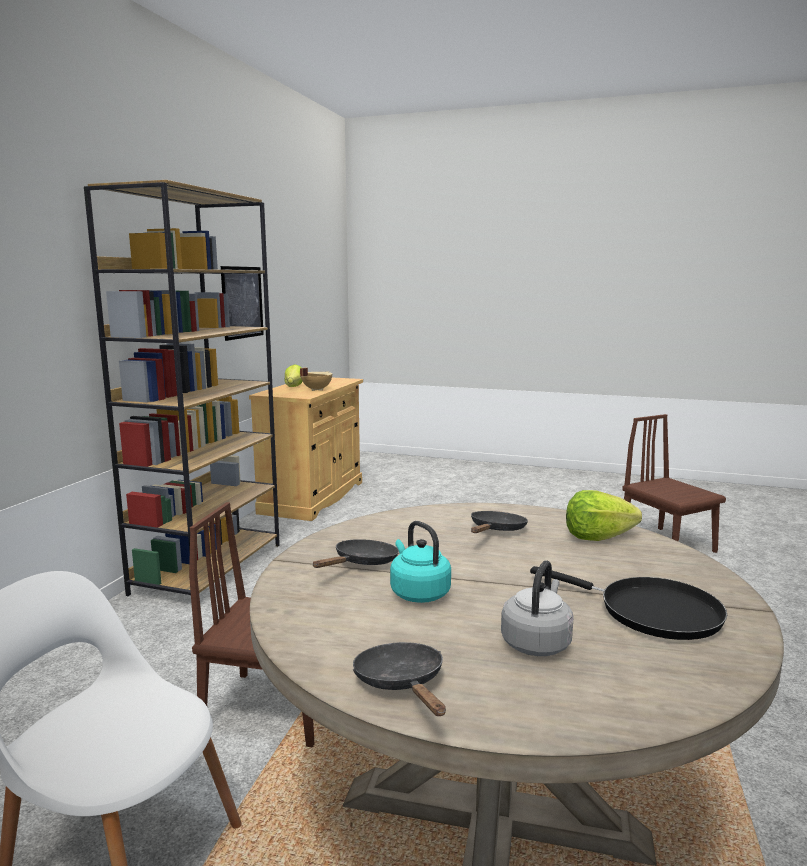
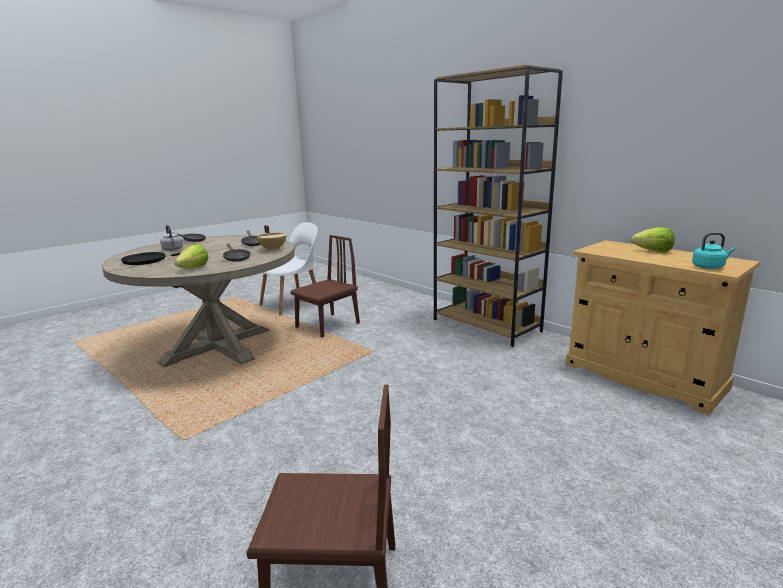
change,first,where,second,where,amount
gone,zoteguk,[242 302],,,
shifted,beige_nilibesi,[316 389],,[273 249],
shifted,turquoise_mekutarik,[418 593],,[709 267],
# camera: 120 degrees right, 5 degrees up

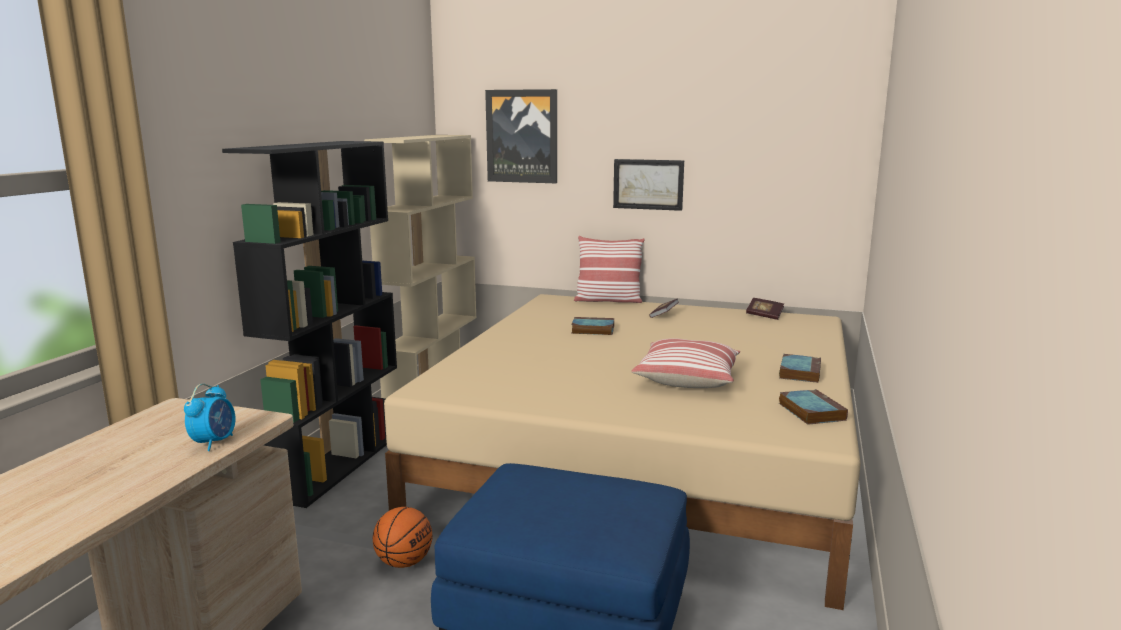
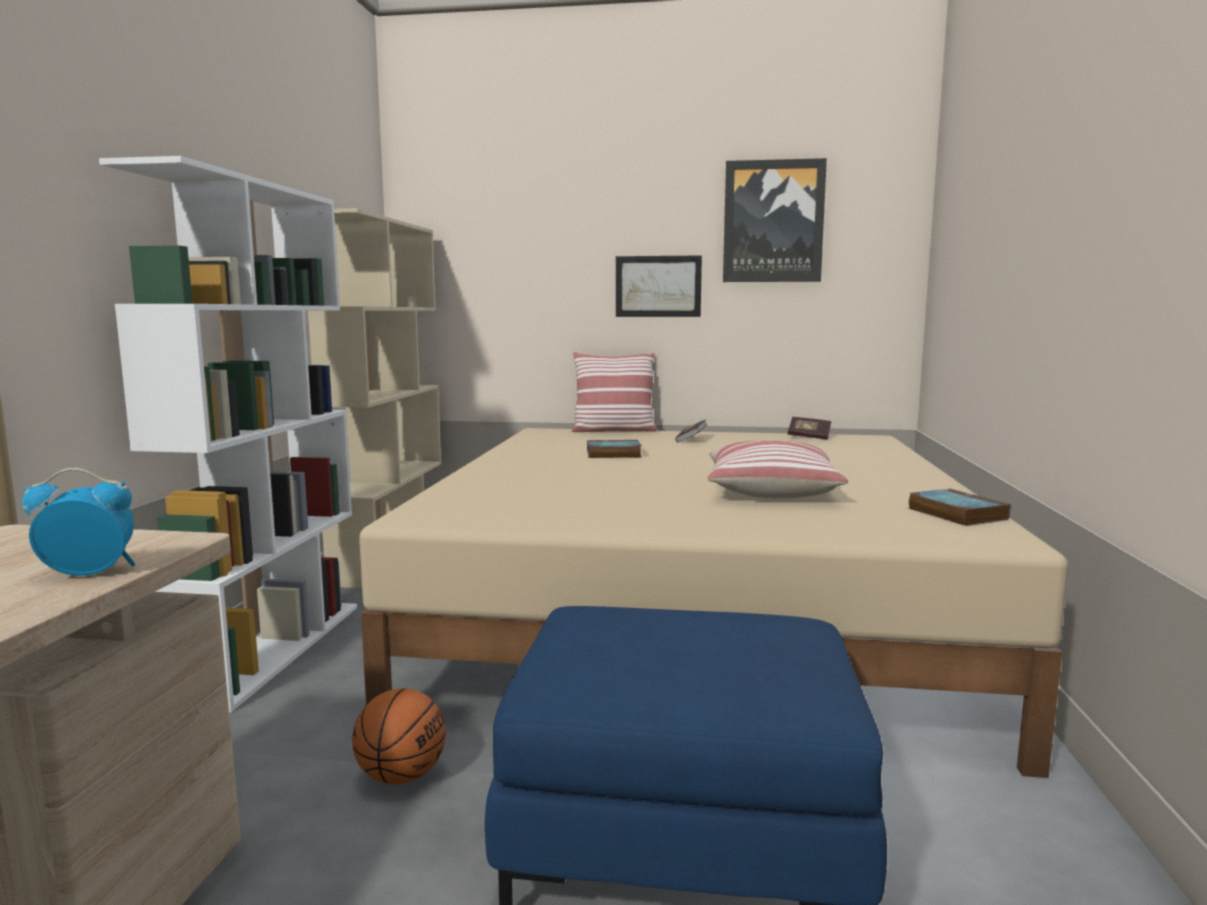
change,first,where,second,where,amount
gone,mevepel,[799 372],,,
shifted,zoteguk,[522 136],,[773 222],
repainted,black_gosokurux,[337 463],white_gosokurux,[271 649],
rotated,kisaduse,[214 442],,[90 573],105 degrees counterclockwise
# camera: 10 degrees left, 5 degrees down

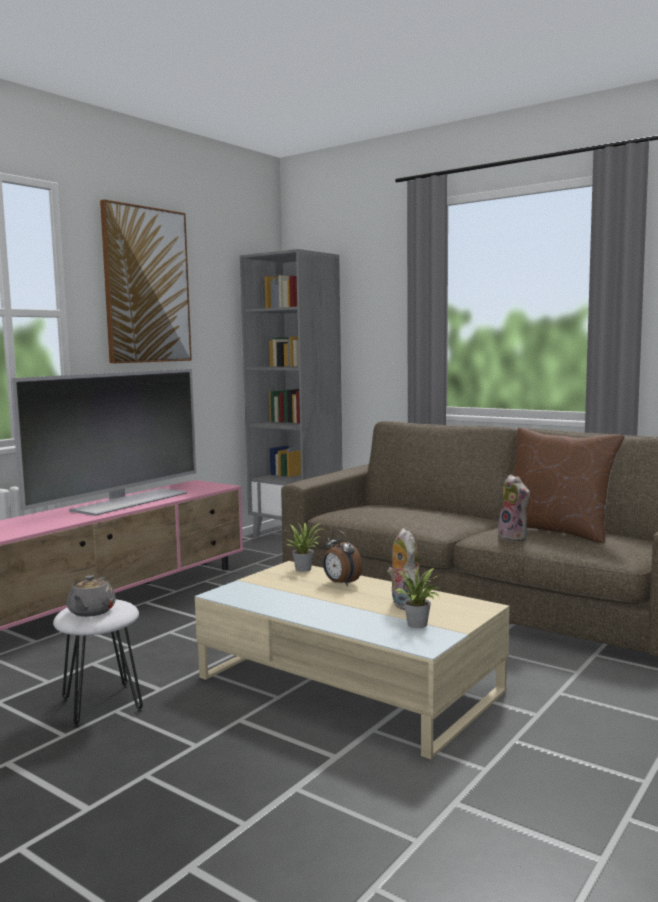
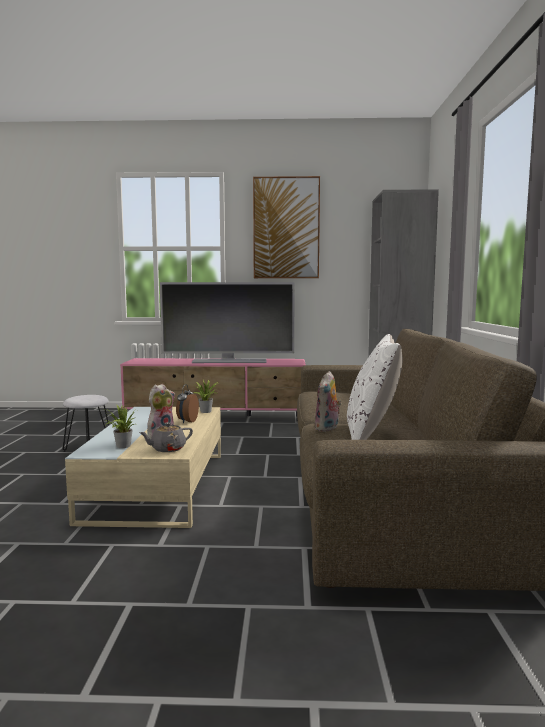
change,first,where,second,where,amount
shifted,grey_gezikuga,[91 612],,[167 449],
repainted,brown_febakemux,[557 530],white_febakemux,[372 434],
# camera: 55 degrees right, 0 degrees up

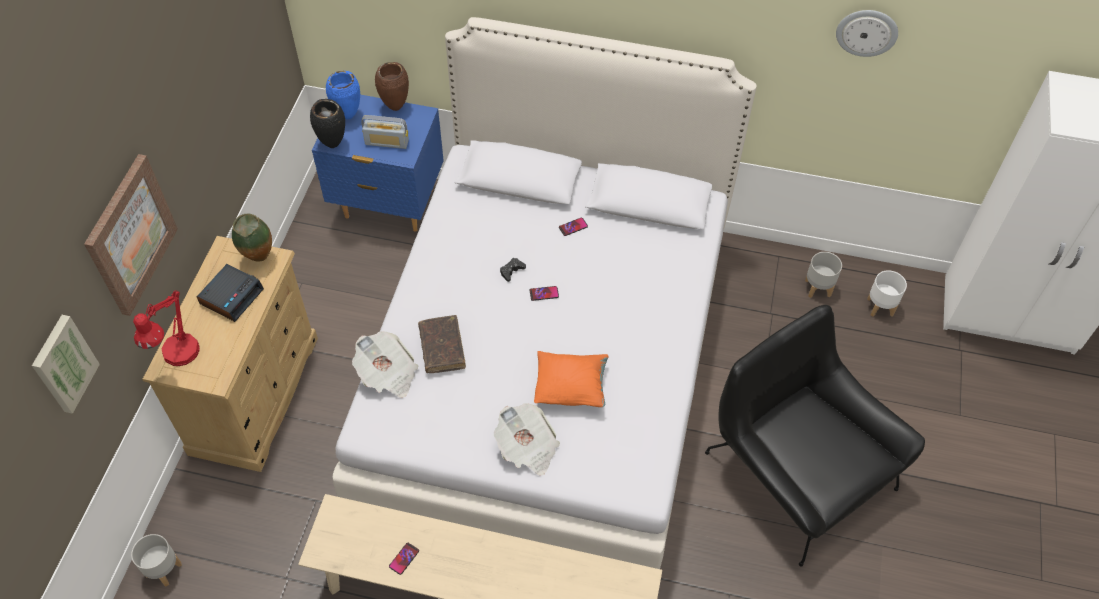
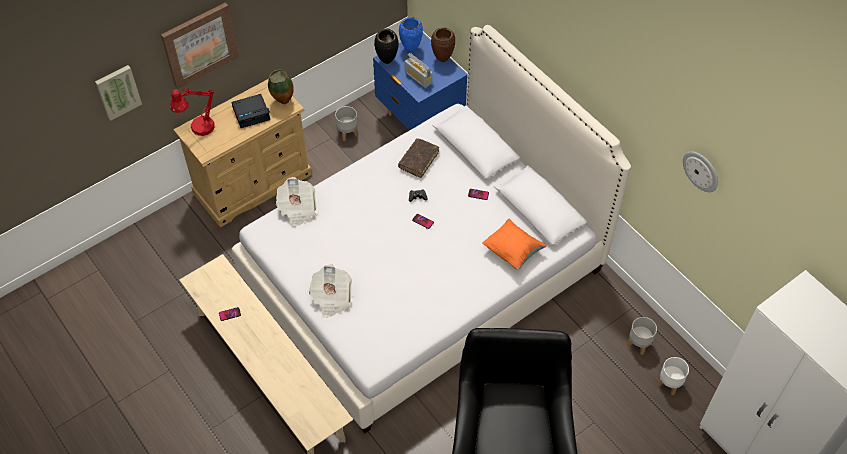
change,first,where,second,where,amount
shifted,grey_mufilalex,[164 569],,[348 133],
shifted,brown_mevepel,[442 348],,[418 160],
shifted,orange_febakemux,[571 388],,[513 251],
# camera: 40 degrees right, 0 degrees up

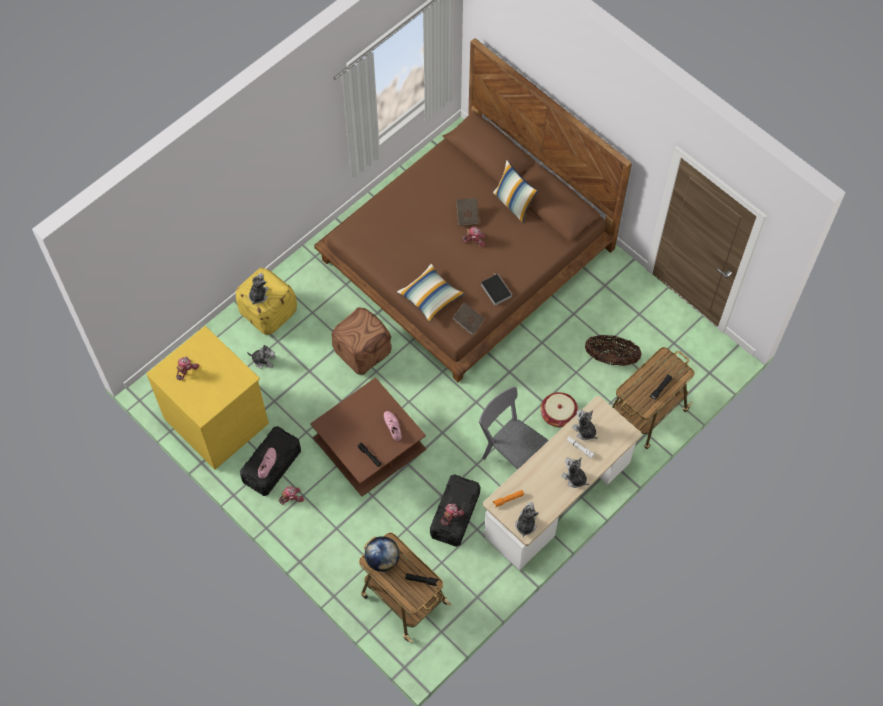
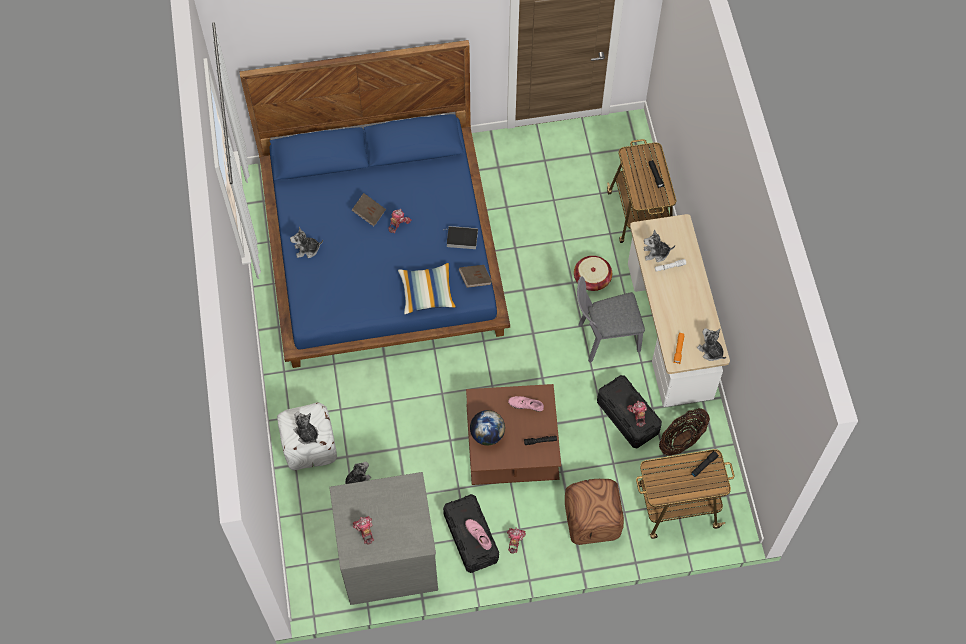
change,first,where,second,where,amount
gone,febakemux,[514 204],,,
shifted,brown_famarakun,[361 351],,[591 520],
shifted,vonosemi,[382 559],,[487 434],
shifted,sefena,[574 478],,[307 249],
shifted,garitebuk,[611 358],,[682 439],
repainted,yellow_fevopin,[217 420],grey_fevopin,[388 557],
repainted,yellow_famarakun,[268 311],white_famarakun,[309 445],
repainted,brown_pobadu,[465 254],blue_pobadu,[382 250],
# camera: 55 degrees left, 0 degrees up

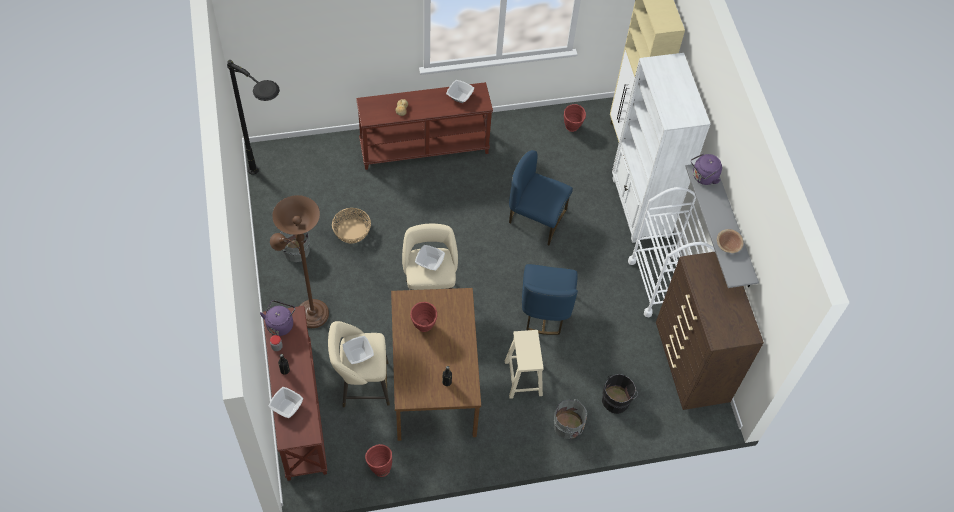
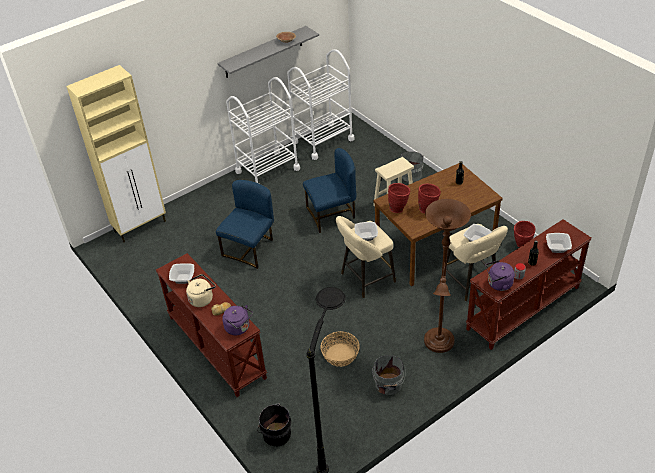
change,first,where,second,where,amount
gone,white_gosokurux,[639 208],,,
new,,,beige_mekutarik,[202 298],
shifted,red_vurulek,[572 129],,[399 208],
shifted,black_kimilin,[616 399],,[275 434],
shifted,purple_mekutarik,[703 177],,[239 328],
swapped,brown_fevopin,[690 365],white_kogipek,[323 141],
rotated,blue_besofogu,[536 219],,[250 248],150 degrees counterclockwise
# camera: 110 degrees left, 15 degrees down

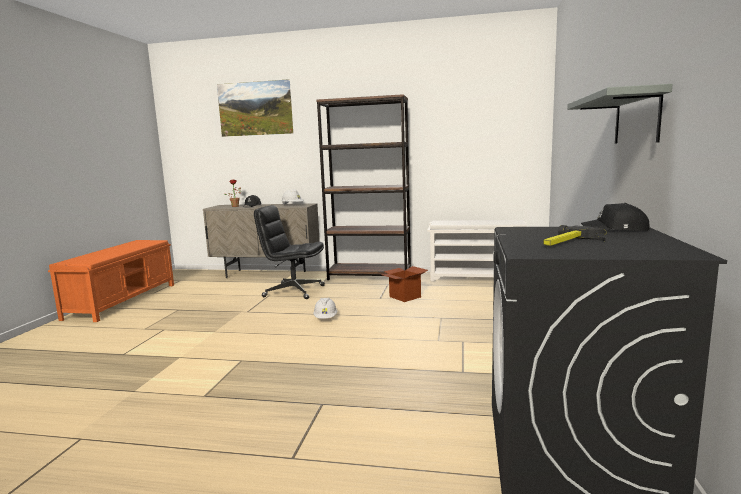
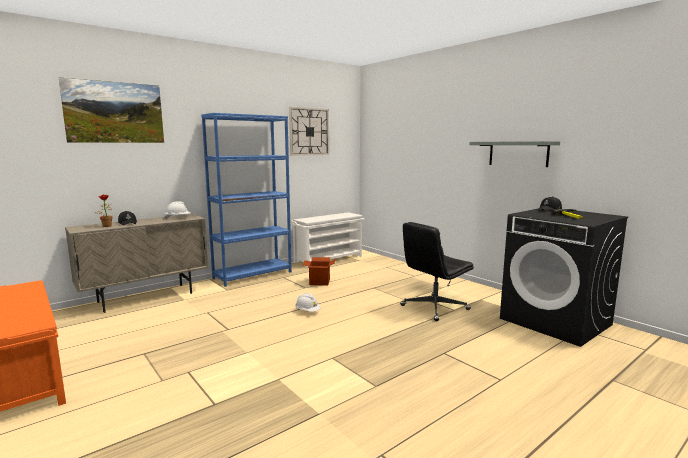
change,first,where,second,where,amount
new,,,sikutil,[309 131],
shifted,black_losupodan,[293 291],,[434 308],
repainted,brown_gosokurux,[370 276],blue_gosokurux,[253 275],
# camera: 50 degrees left, 0 degrees up

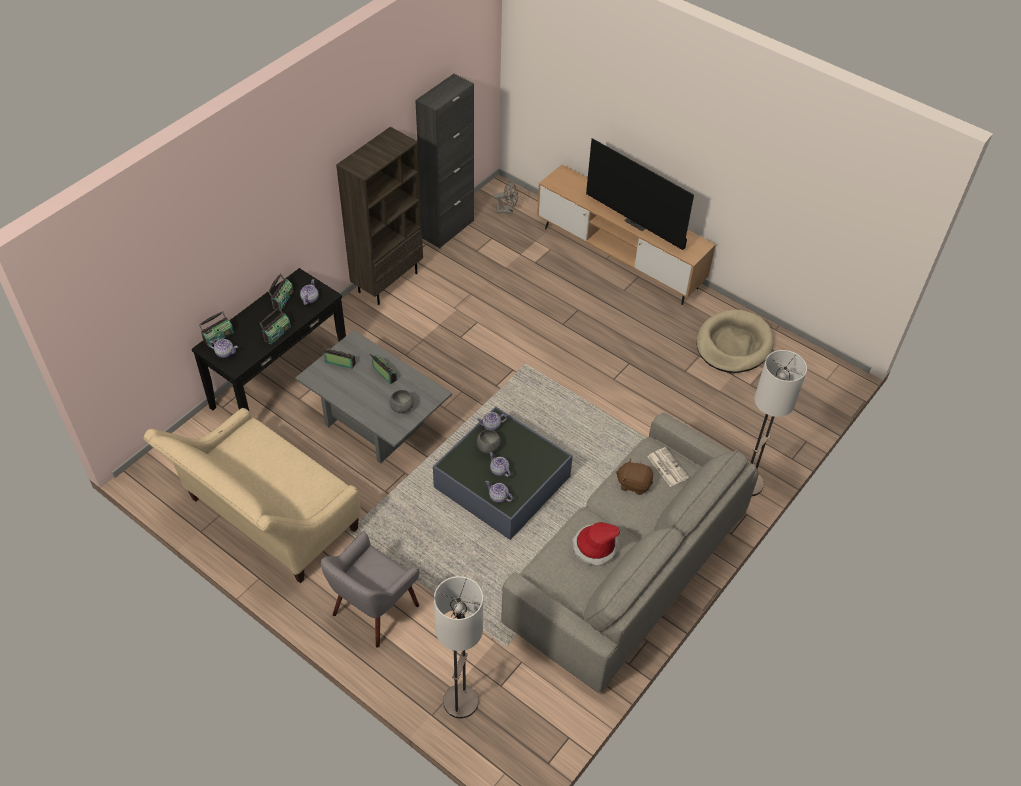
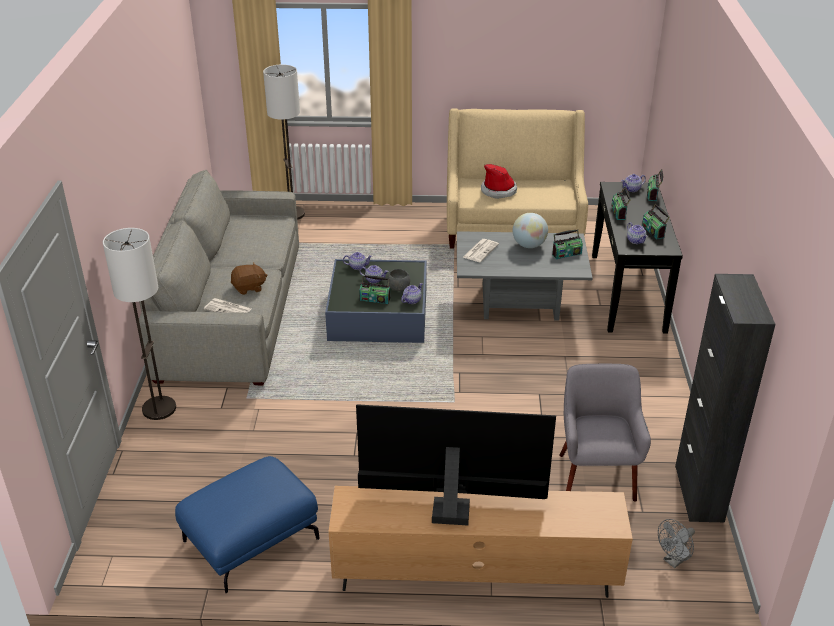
change,first,where,second,where,amount
gone,brown_gosokurux,[387 282],,,
new,,,vonosemi,[529 245],
shifted,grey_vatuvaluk,[374 610],,[595 476],
shifted,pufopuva,[384 374],,[375 299],
shifted,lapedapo,[595 547],,[498 190],
swapped,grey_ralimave,[402 408],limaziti,[480 250],
swapped,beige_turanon,[733 344],blue_famarakun,[251 538],
# camera: 145 degrees right, 15 degrees down

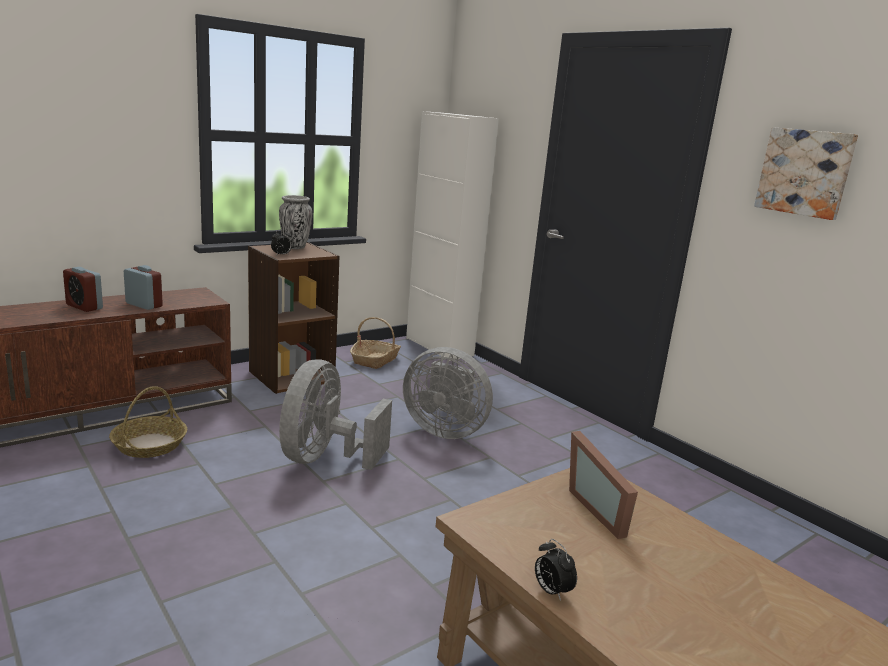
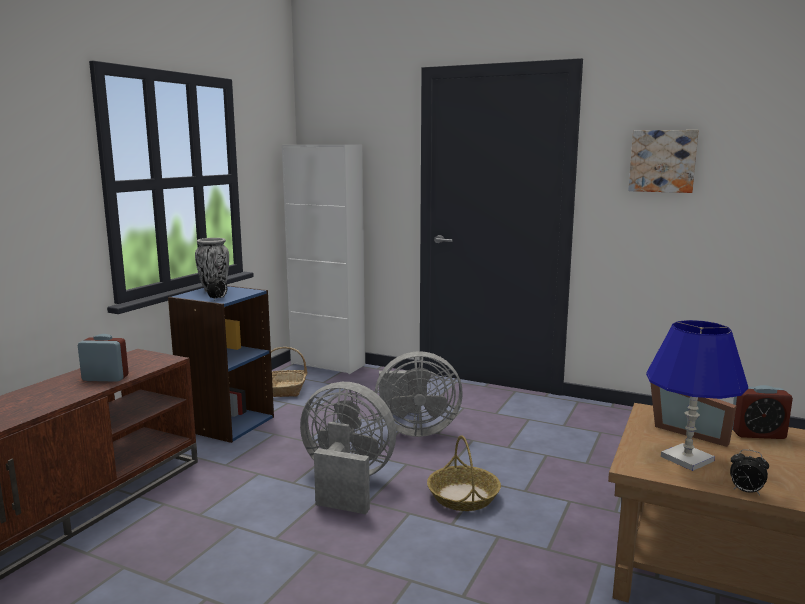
change,first,where,second,where,amount
new,,,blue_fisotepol,[687 459],
shifted,kisaduse,[84 307],,[757 434],
shifted,garitebuk,[150 444],,[463 496],
repainted,brown_gosokurux,[291 376],blue_gosokurux,[226 423],
rotated,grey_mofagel,[325 458],,[346 483],120 degrees clockwise
# camera: 25 degrees left, 5 degrees down

